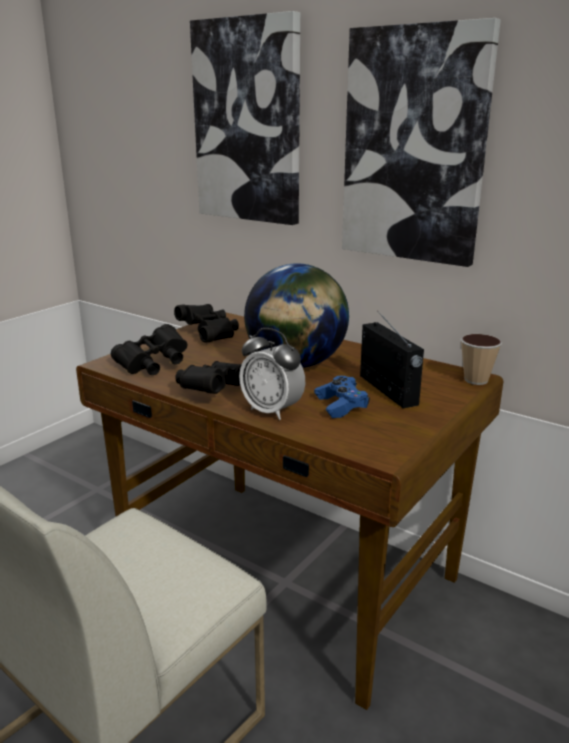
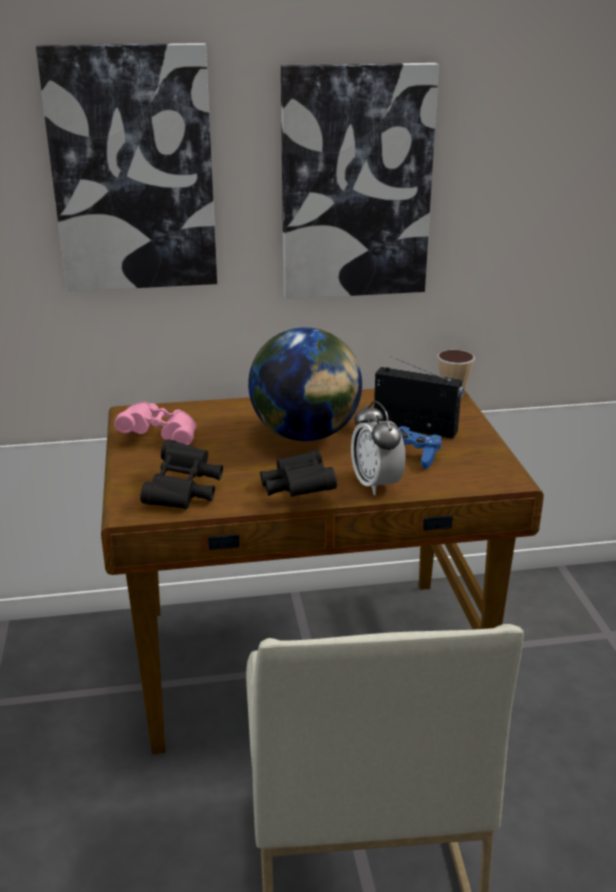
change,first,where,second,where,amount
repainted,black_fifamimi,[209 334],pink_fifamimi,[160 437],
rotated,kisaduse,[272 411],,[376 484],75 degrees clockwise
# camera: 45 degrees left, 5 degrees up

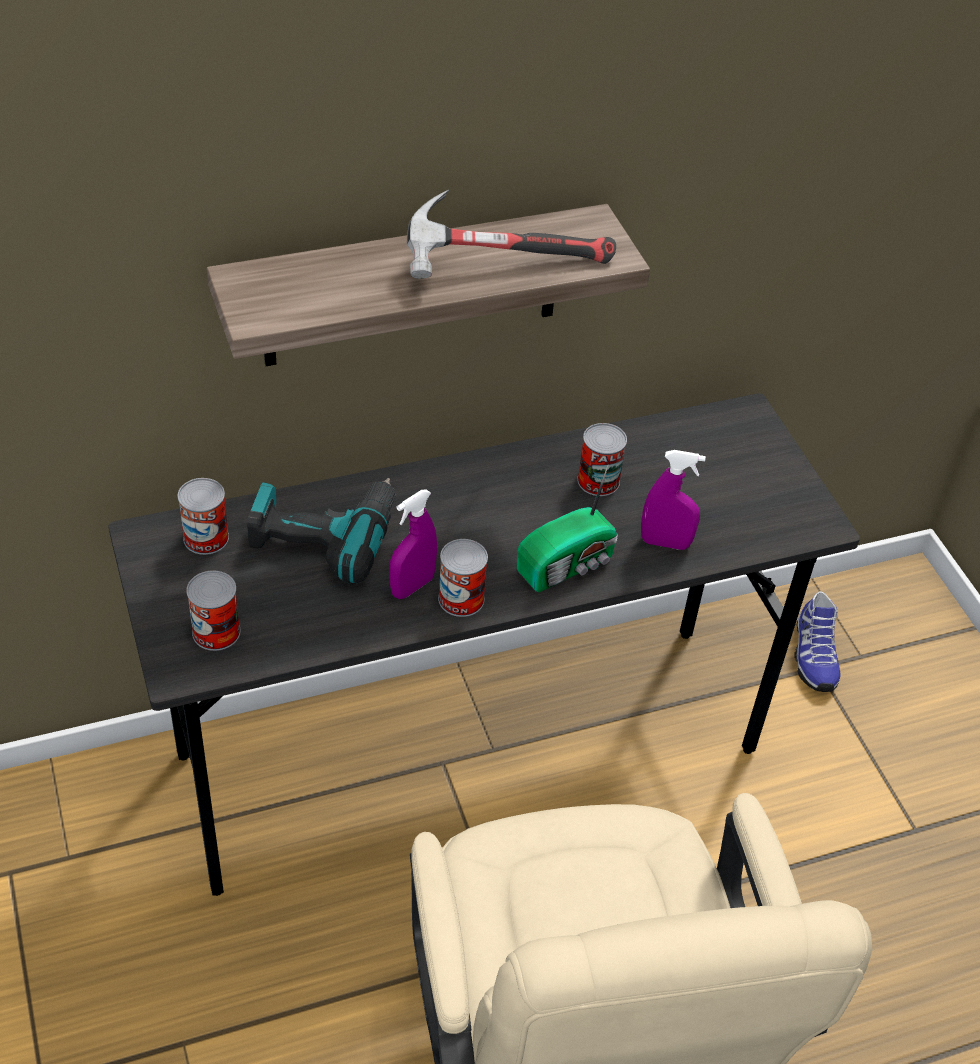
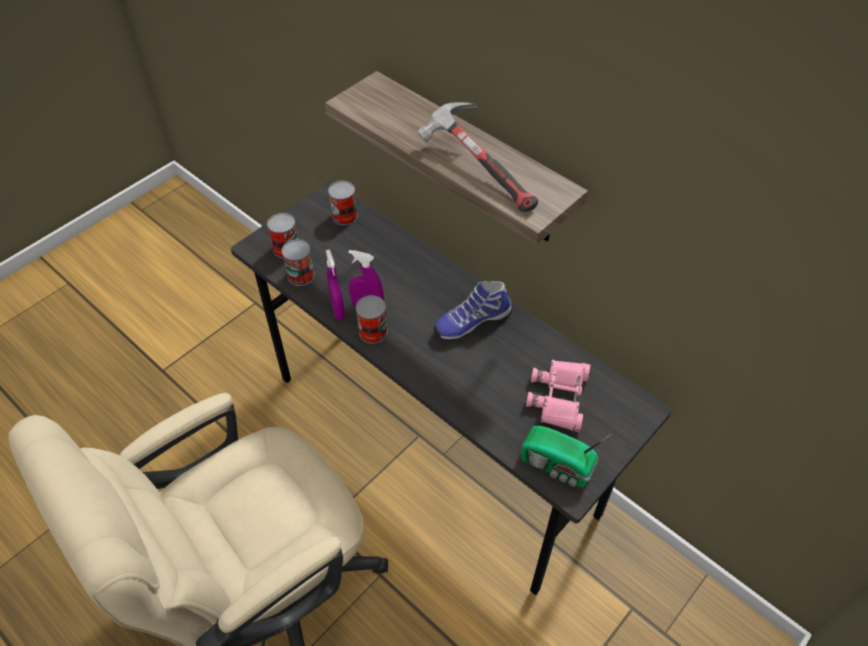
change,first,where,second,where,amount
gone,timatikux,[323 534],,,
new,,,pink_fifamimi,[559 397],
shifted,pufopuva,[568 565],,[558 466],
shifted,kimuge,[598 481],,[301 275],
shifted,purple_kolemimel,[665 543],,[338 309],
shifted,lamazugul,[812 655],,[471 321],
# camera: 65 degrees right, 5 degrees up

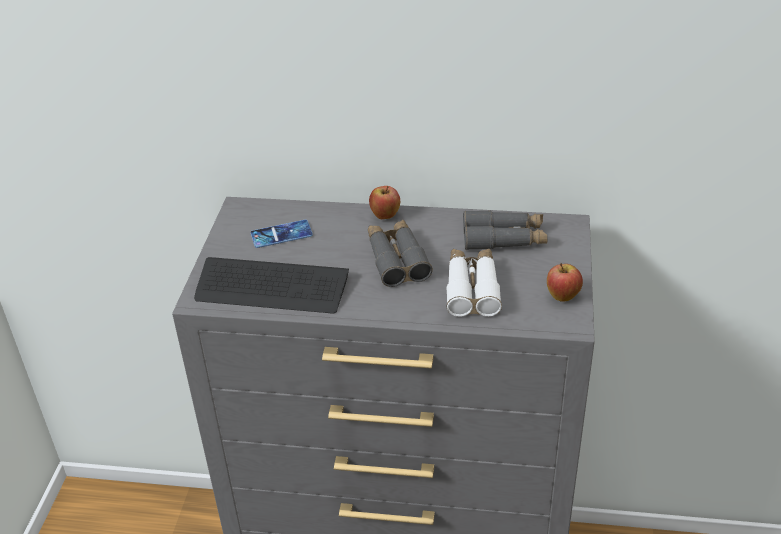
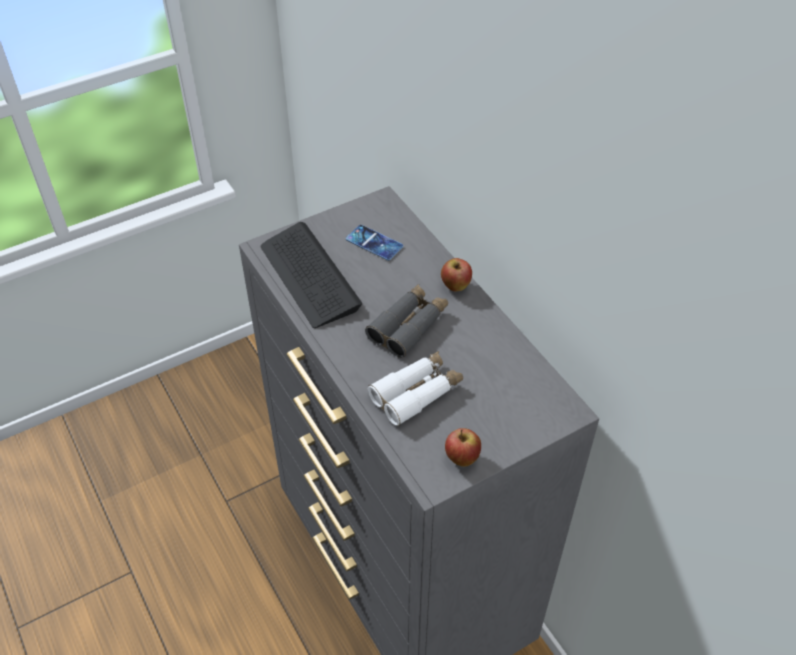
change,first,where,second,where,amount
gone,grey_fifamimi,[504 239],,,
# camera: 50 degrees right, 10 degrees up

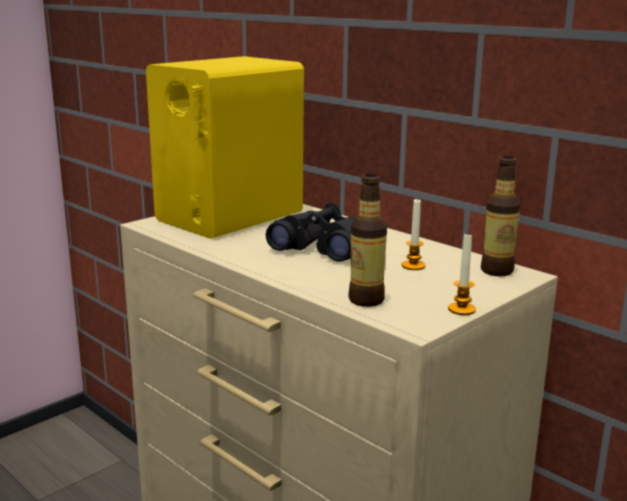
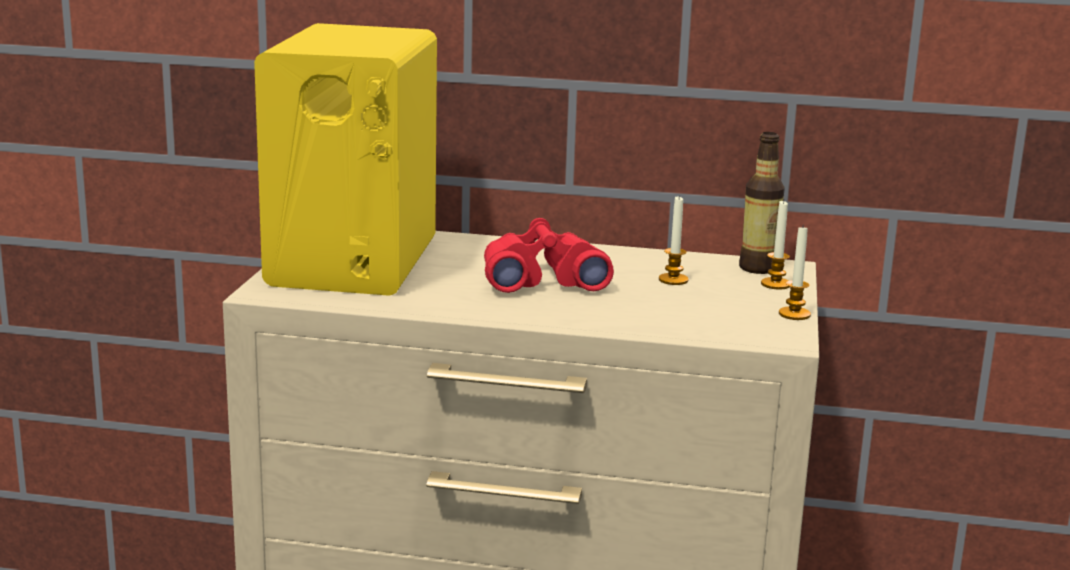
change,first,where,second,where,amount
gone,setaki,[366 300],,,
new,,,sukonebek,[775 284],
repainted,black_fifamimi,[322 248],red_fifamimi,[543 280],
# camera: 35 degrees left, 0 degrees up

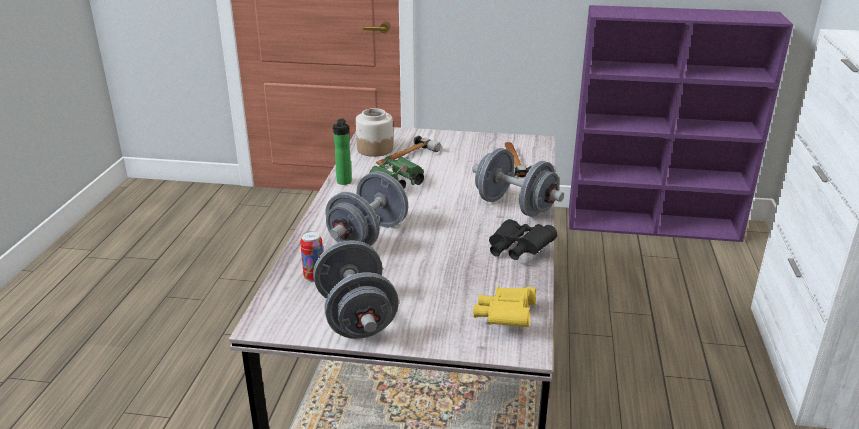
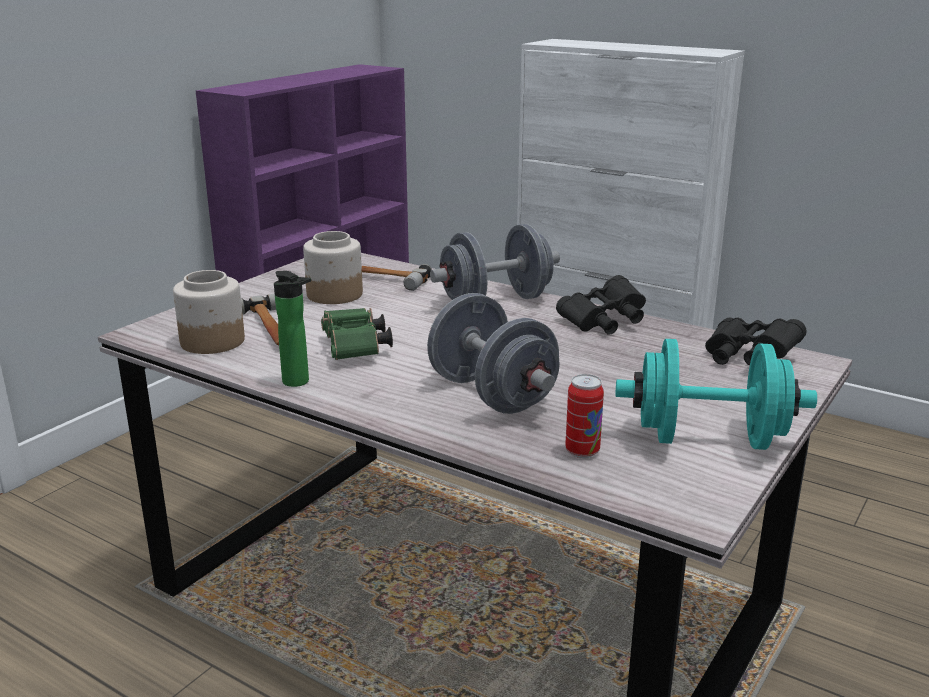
change,first,where,second,where,amount
new,,,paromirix,[334 295],
repainted,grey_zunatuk,[356 317],turquoise_zunatuk,[708 439],
repainted,yellow_fifamimi,[505 318],black_fifamimi,[747 358],
# camera: 65 degrees left, 5 degrees down

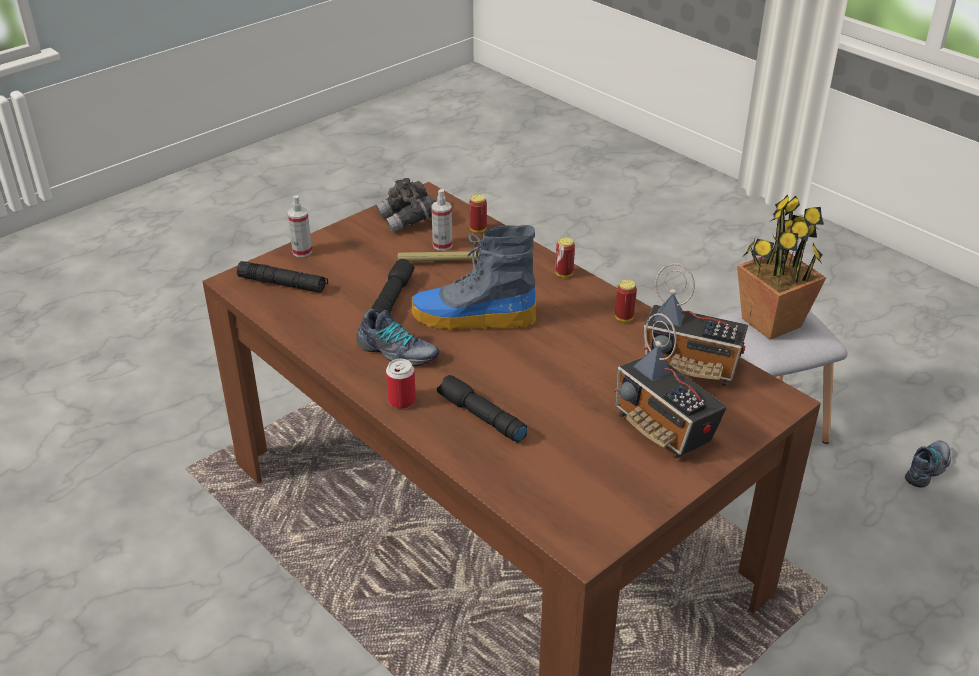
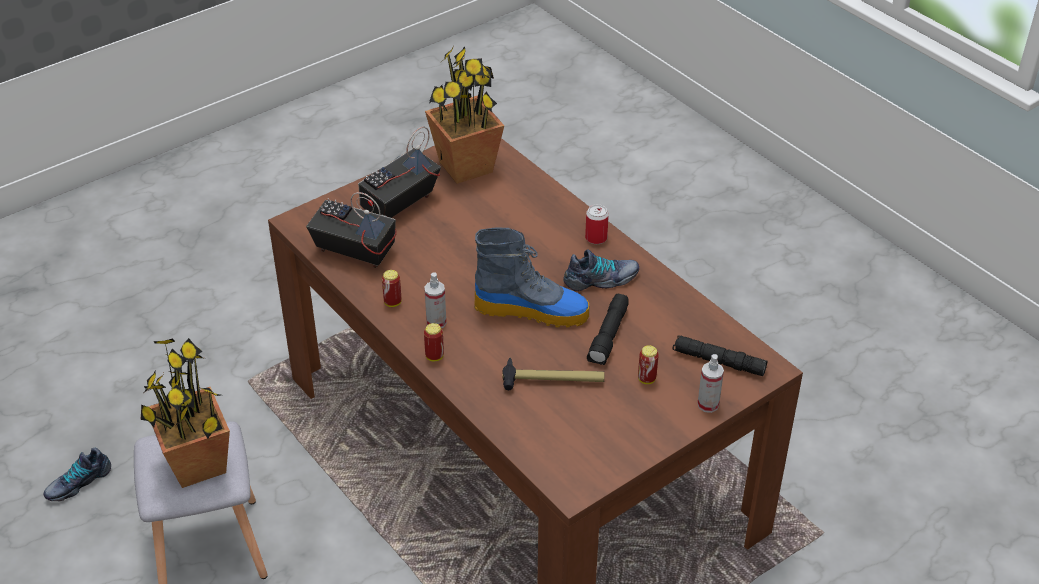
change,first,where,second,where,amount
gone,grey_fifamimi,[408 219],,,
gone,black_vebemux,[480 417],,,
new,,,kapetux,[465 166],
shifted,kolemimel,[442 245],,[436 322],
shifted,kimuge,[478 229],,[646 379],
rotated,lamazugul,[397 352],,[601 280],135 degrees clockwise
rotated,pufopuva,[664 430],,[398 205],105 degrees counterclockwise
# camera: 175 degrees left, 5 degrees up

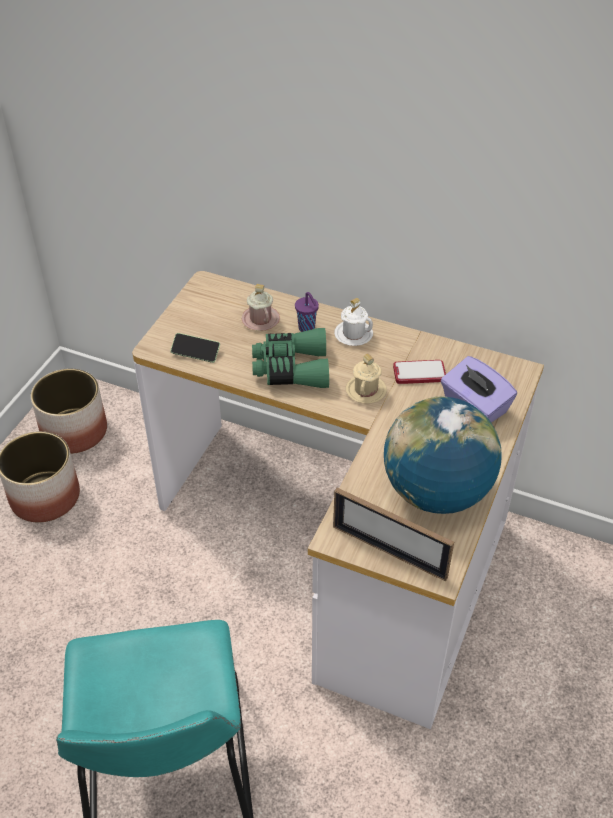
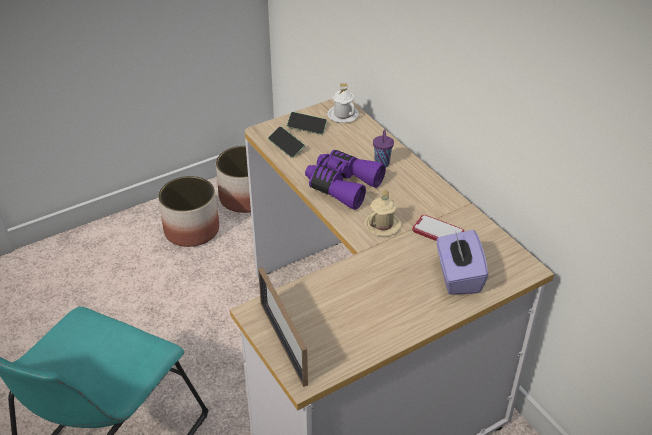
change,first,where,second,where,amount
gone,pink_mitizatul,[260 319],,,
gone,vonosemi,[436 492],,,
new,,,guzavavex,[307 128],
shifted,white_mitizatul,[353 334],,[343 115],
repainted,green_fifamimi,[291 368],purple_fifamimi,[342 185],
# camera: 35 degrees right, 5 degrees down

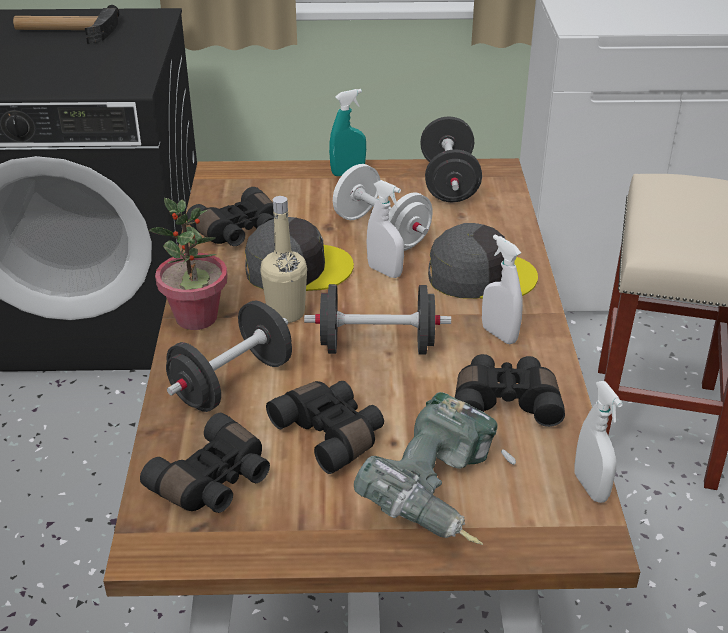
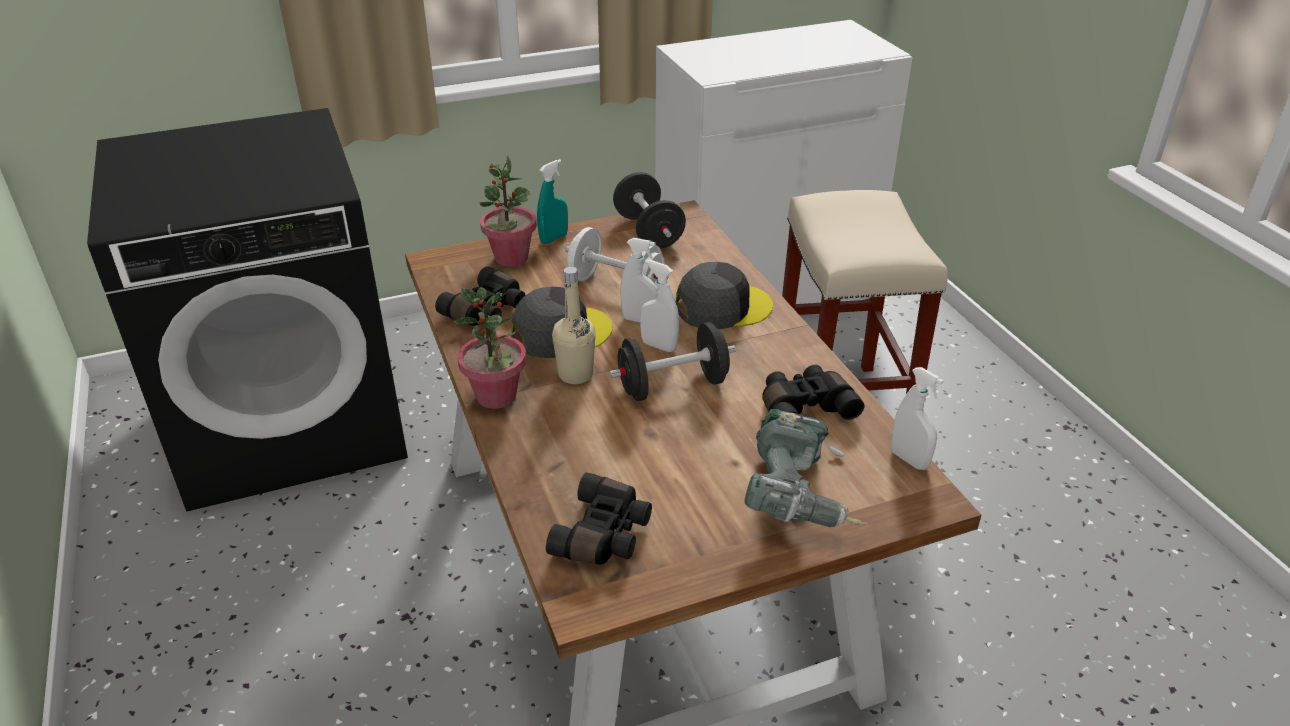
change,first,where,second,where,amount
gone,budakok,[65 31],,,
gone,black_zunatuk,[232 382],,,
gone,black_fifamimi,[331 434],,,
new,,,kapetux,[511 258],
shifted,white_kolemimel,[499 334],,[659 346],
# camera: 20 degrees left, 0 degrees up

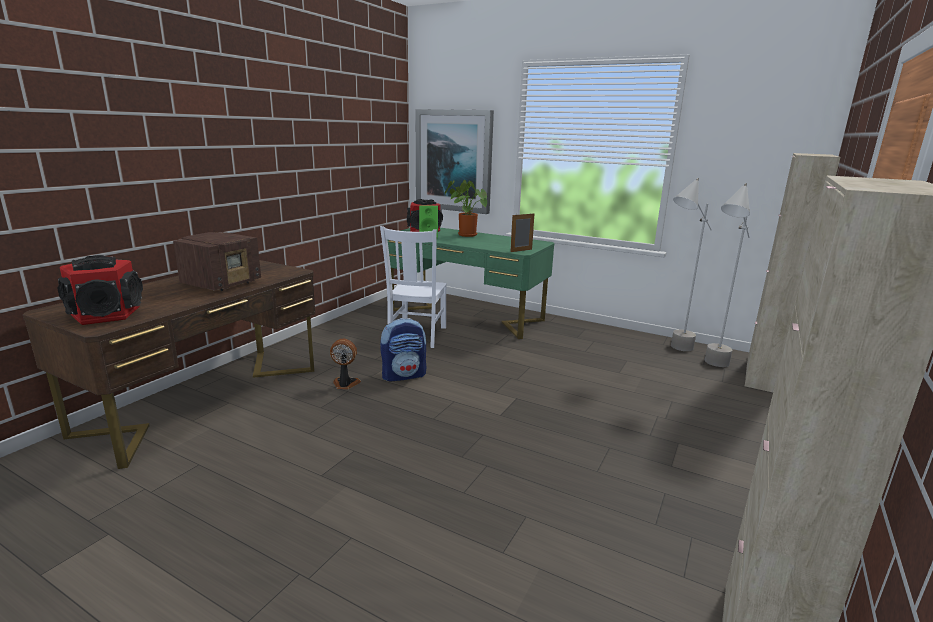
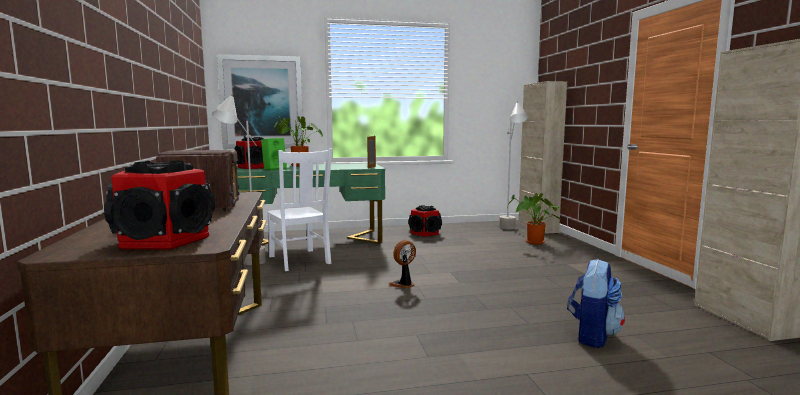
change,first,where,second,where,amount
new,,,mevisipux,[425 233],
new,,,kapetux,[534 243],
shifted,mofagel,[345 384],,[403 285],
shifted,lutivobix,[404 375],,[592 335],
shifted,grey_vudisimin,[672 351],,[245 267],
# camera: 40 degrees left, 10 degrees down

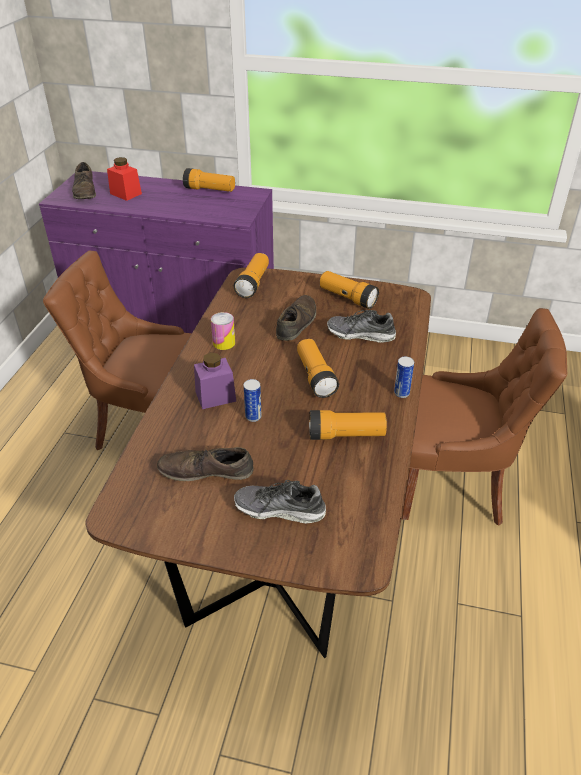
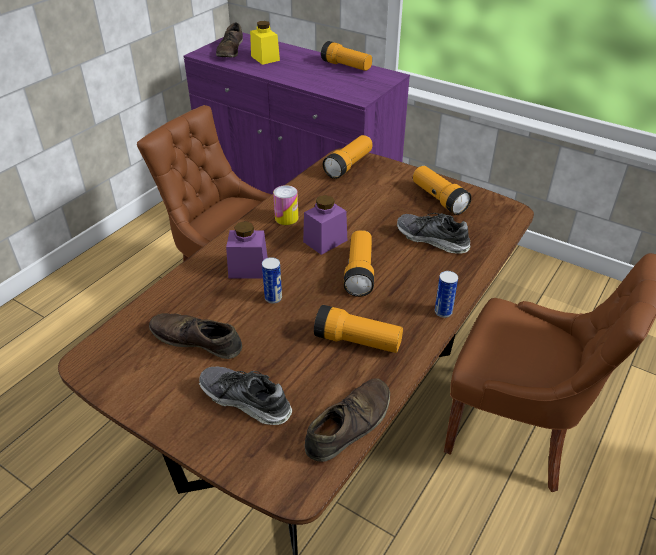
change,first,where,second,where,amount
new,,,purple_paromirix,[325 241],
shifted,brown_lamazugul,[296 323],,[349 424],
repainted,red_paromirix,[126 194],yellow_paromirix,[265 58],
# camera: 20 degrees right, 0 degrees up

